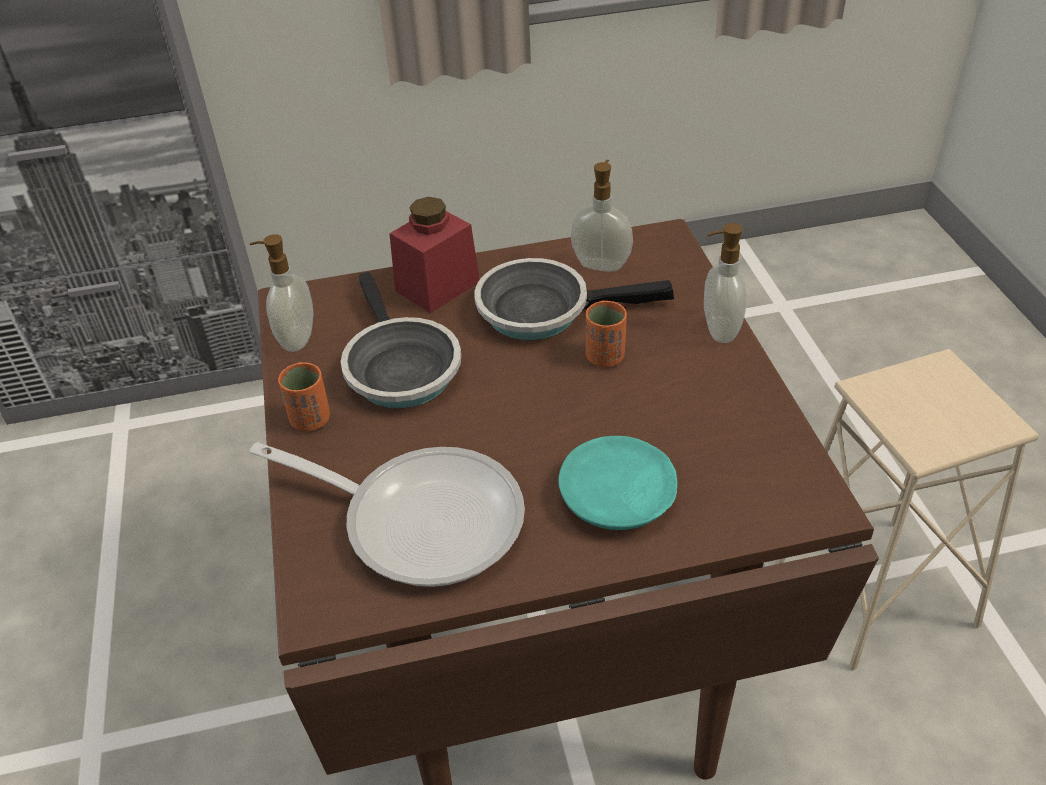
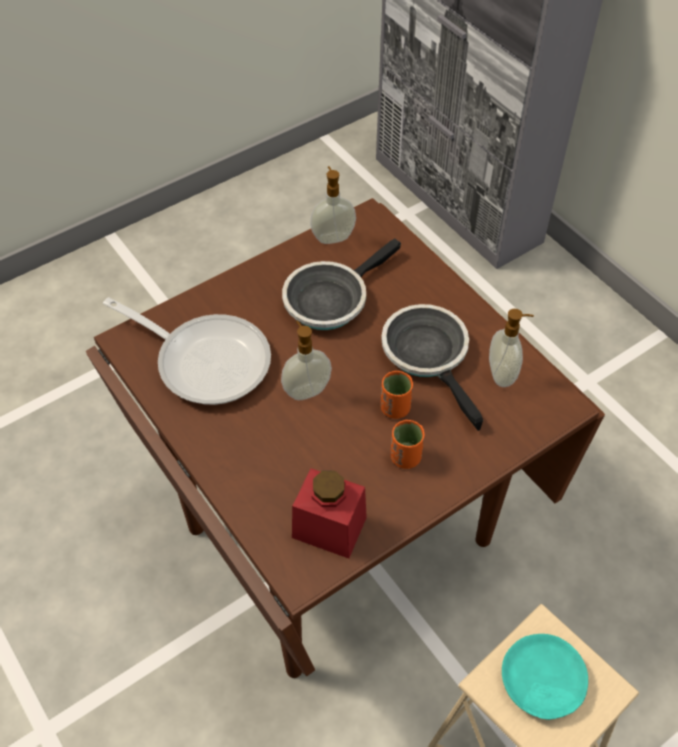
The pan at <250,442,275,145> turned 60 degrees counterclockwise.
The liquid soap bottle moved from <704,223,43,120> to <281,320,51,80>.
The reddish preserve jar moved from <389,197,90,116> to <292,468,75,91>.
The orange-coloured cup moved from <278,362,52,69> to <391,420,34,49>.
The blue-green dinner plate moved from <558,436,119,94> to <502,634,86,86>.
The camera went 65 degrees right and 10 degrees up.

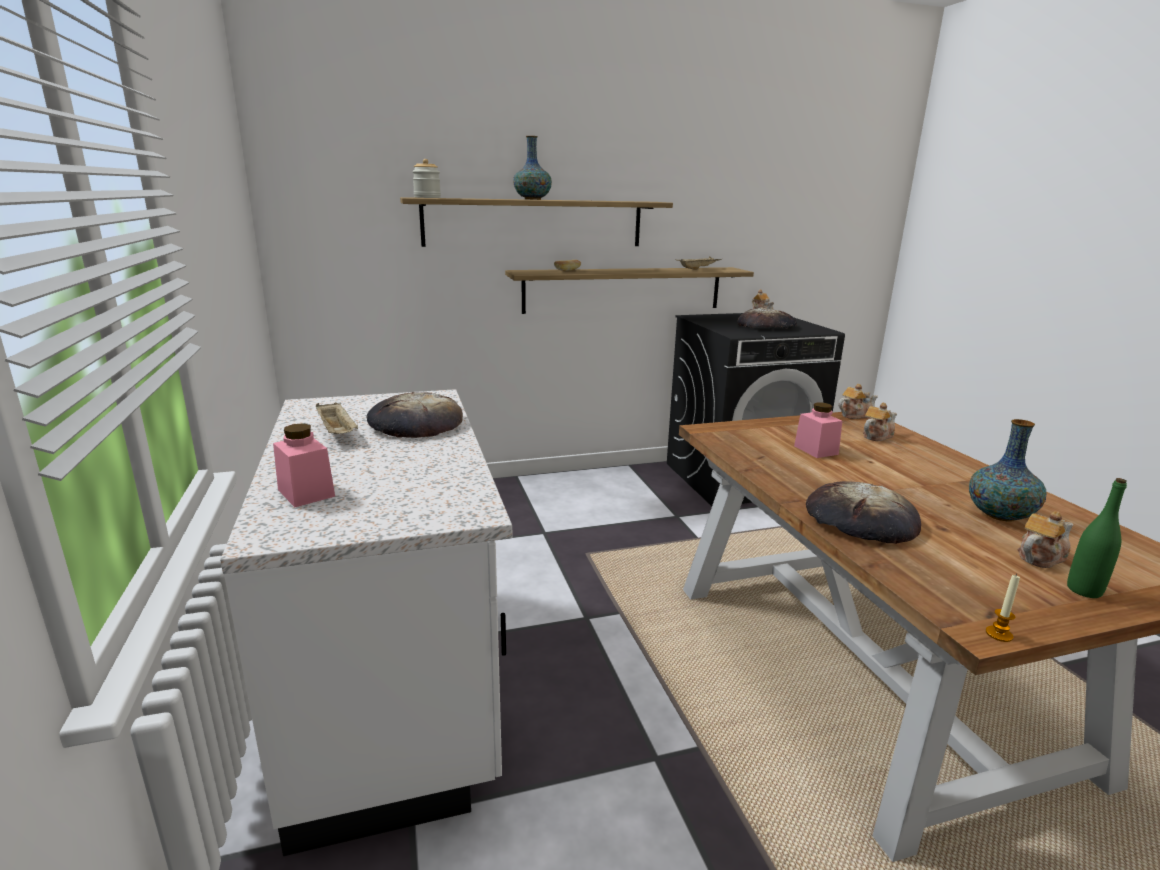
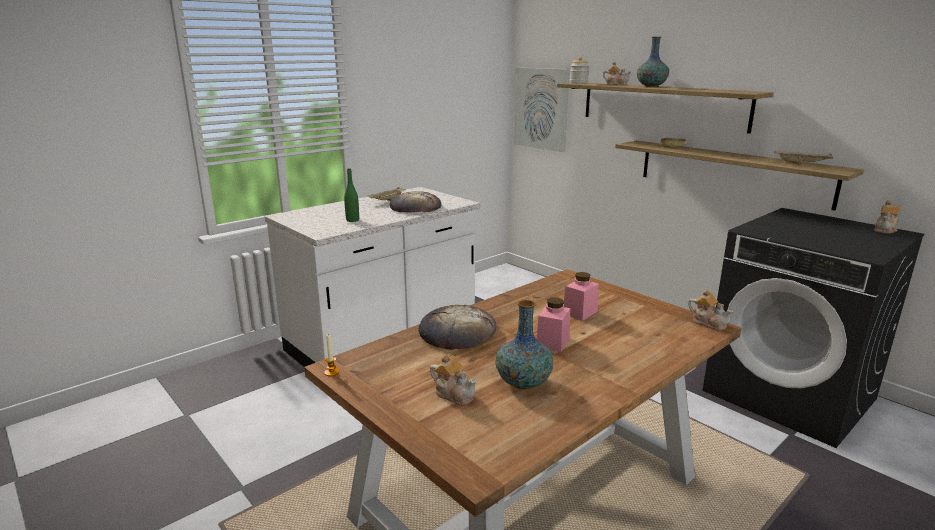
The greenish bottle moved from <1067,478,60,120> to <344,168,15,54>.
The wall picture at <515,68,55,84> appeared.
The pinkish preserve jar moved from <273,423,62,84> to <536,297,34,55>.
The pot for tea moved from <863,403,34,38> to <603,61,28,24>.
The bakery bread at <737,307,60,22> disappeared.
The camera went 65 degrees right and 0 degrees up.

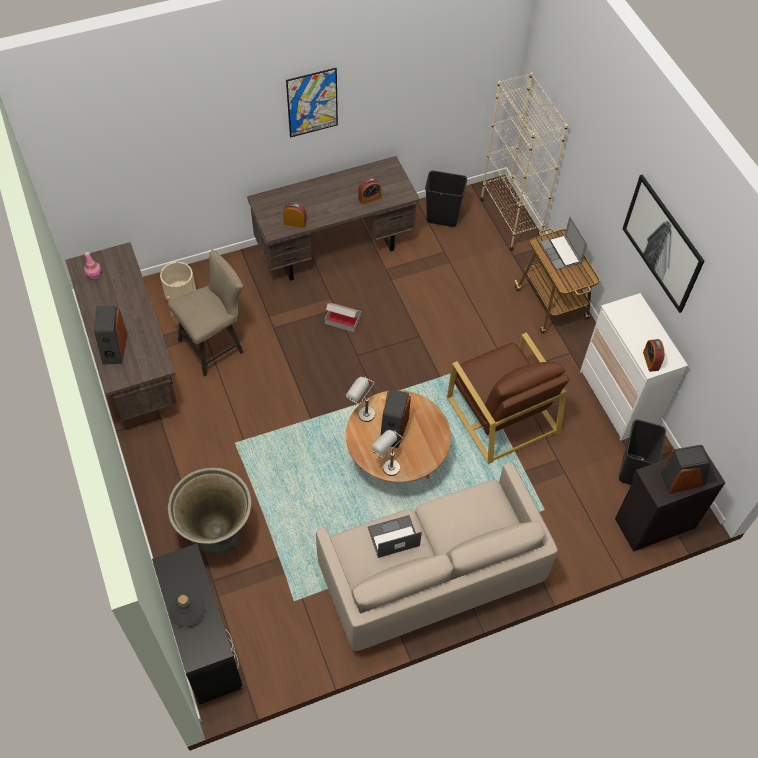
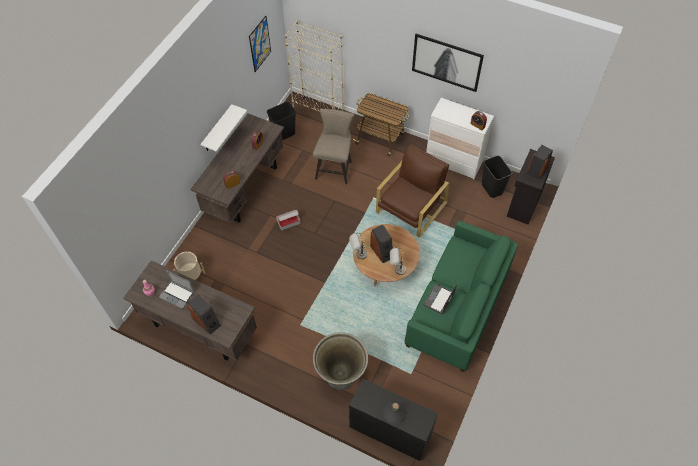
The laptop moved from <540,216,47,54> to <159,270,35,39>.
The white-coloured bracket shelf at <200,104,47,48> appeared.
The wall picture moved from <286,68,52,70> to <249,16,22,56>.
The beige stool seat moved from <168,250,75,127> to <313,109,41,75>.
The brownish easy chair at <447,332,122,132> turned 75 degrees counterclockwise.
The beige settee at <316,463,242,190> became the greenish settee at <405,221,113,151>.
The camera went 40 degrees left and 0 degrees up.

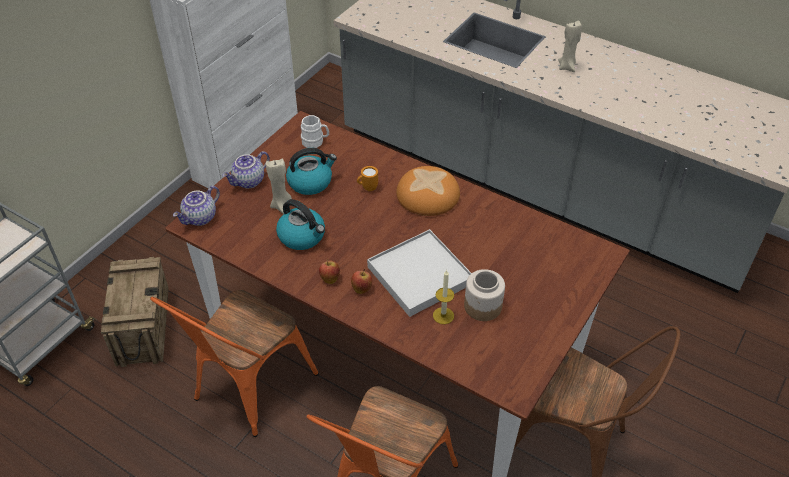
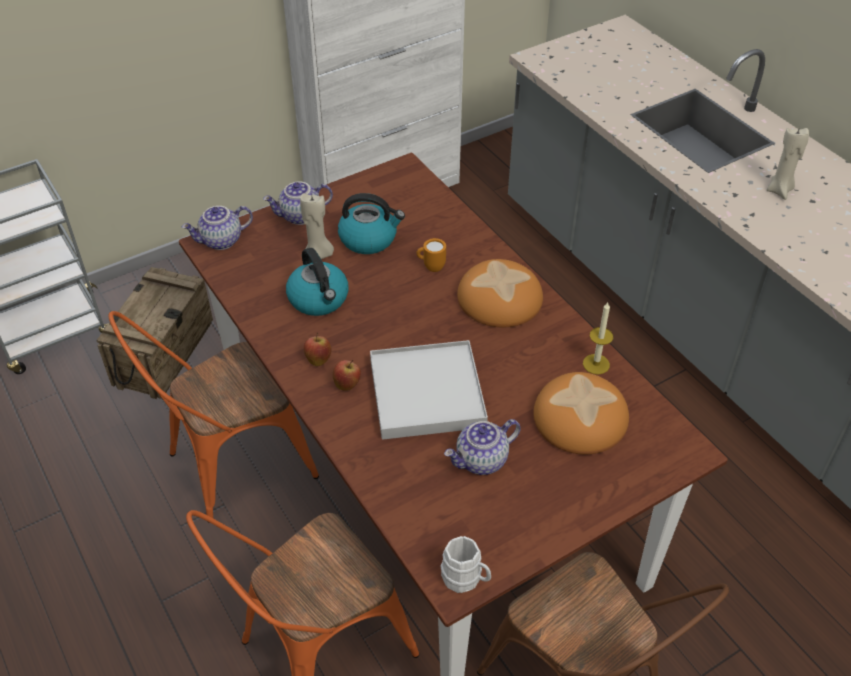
The white-coloured mug moved from <301,115,28,33> to <440,536,51,57>.
The preserve jar at <464,269,41,52> was replaced by the pot for tea at <444,419,77,56>.
The bakery bread at <533,372,96,82> appeared.
The candle moved from <433,270,21,54> to <583,302,30,73>.
The camera went 25 degrees right and 0 degrees up.

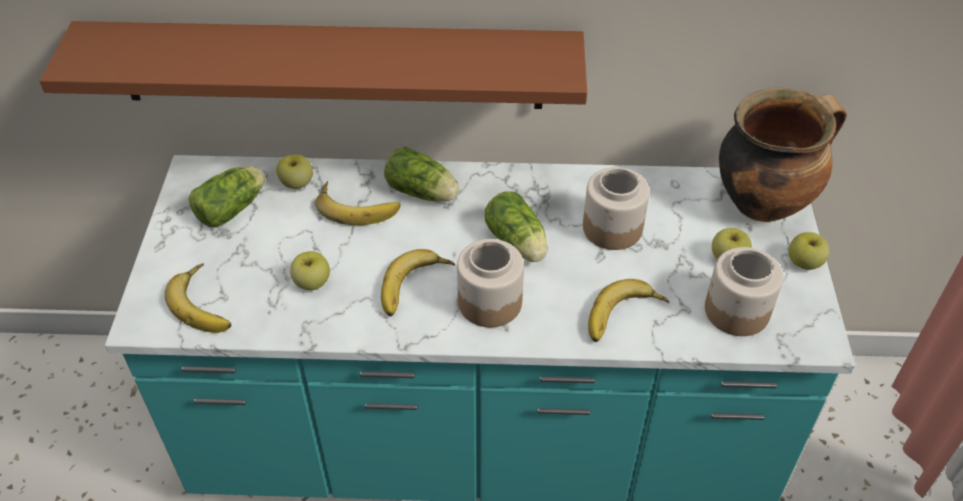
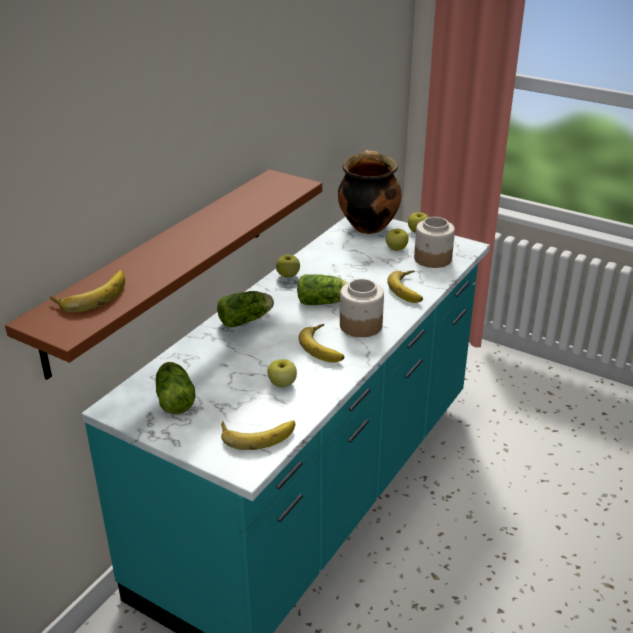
The banana fruit moved from <315,181,85,44> to <50,270,75,42>.
The apple fruit moved from <276,154,37,35> to <276,255,24,23>.
The preserve jar at <583,167,67,83> disappeared.
The camera went 60 degrees left and 15 degrees down.

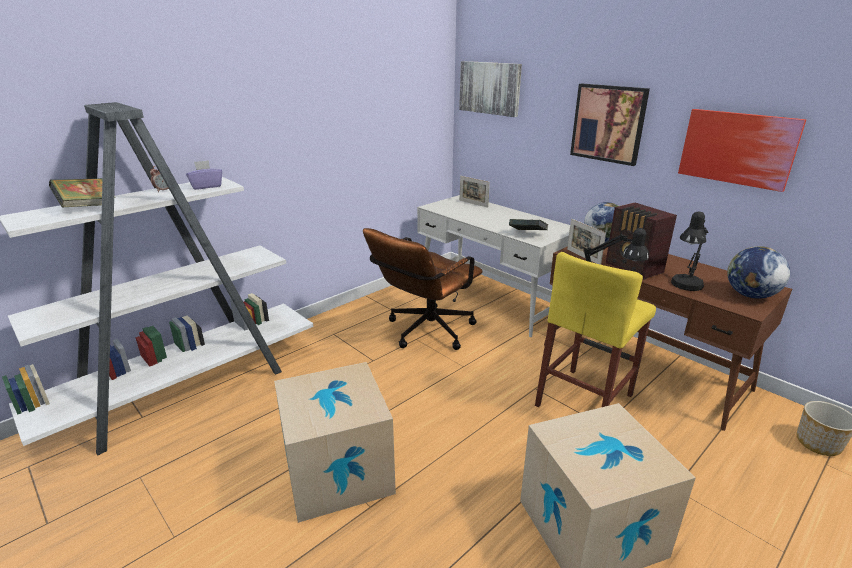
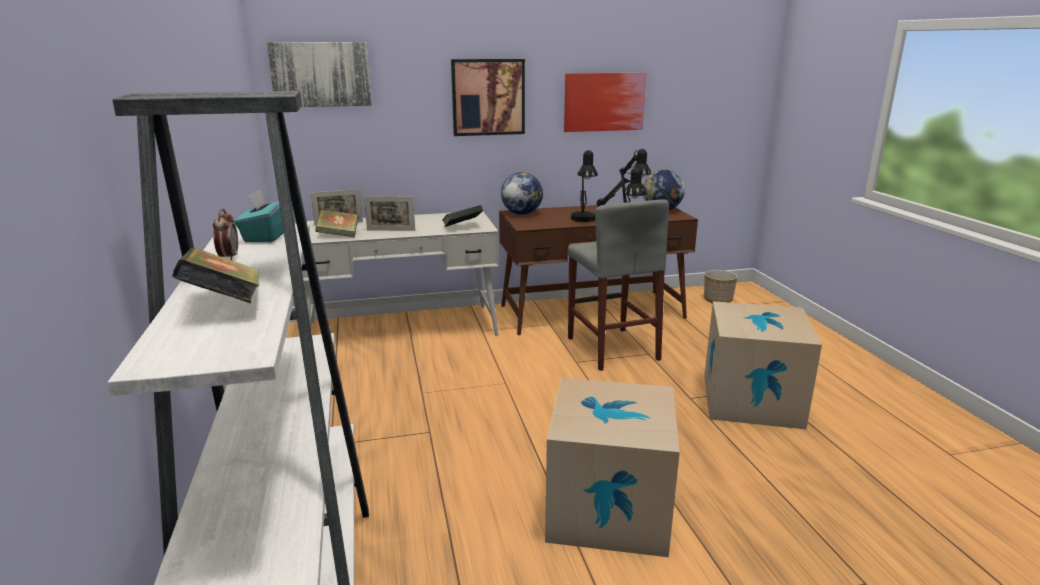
The purple tissue holder at <186,160,36,30> became the blue-green tissue holder at <235,190,49,52>.
The bound book at <315,209,43,28> appeared.
The standing frame moved from <567,219,39,46> to <364,196,51,35>.
The yellow-coloured stool seat at <535,252,121,155> became the greyish stool seat at <568,199,101,172>.
The radio at <606,203,71,77> was replaced by the black-coloured lamp for a table at <571,150,27,72>.
The brownish computer chair at <363,228,120,122> disappeared.
The camera went 60 degrees left and 5 degrees down.

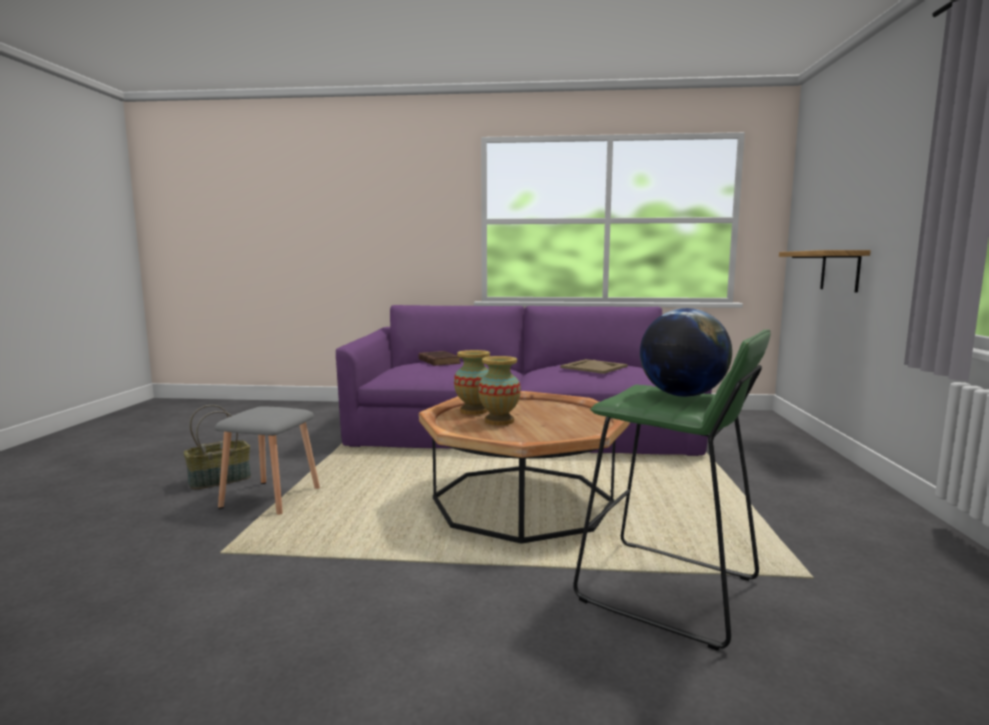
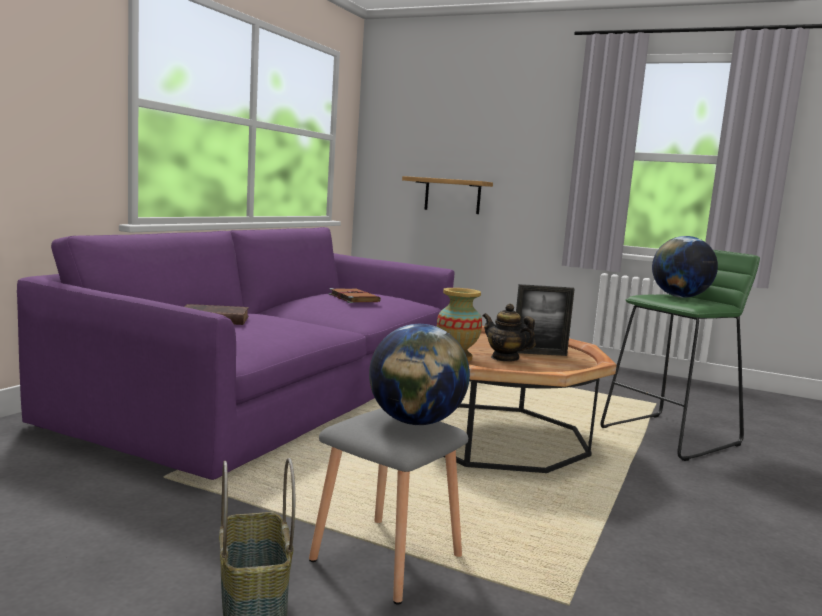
The beige tray at <560,359,68,15> was replaced by the brownish bound book at <329,288,52,15>.
The globe at <369,324,101,101> appeared.
The decorative vase at <478,356,43,69> was replaced by the pot for tea at <483,303,53,59>.
The standing frame at <516,284,59,72> appeared.
The camera went 70 degrees left and 0 degrees up.

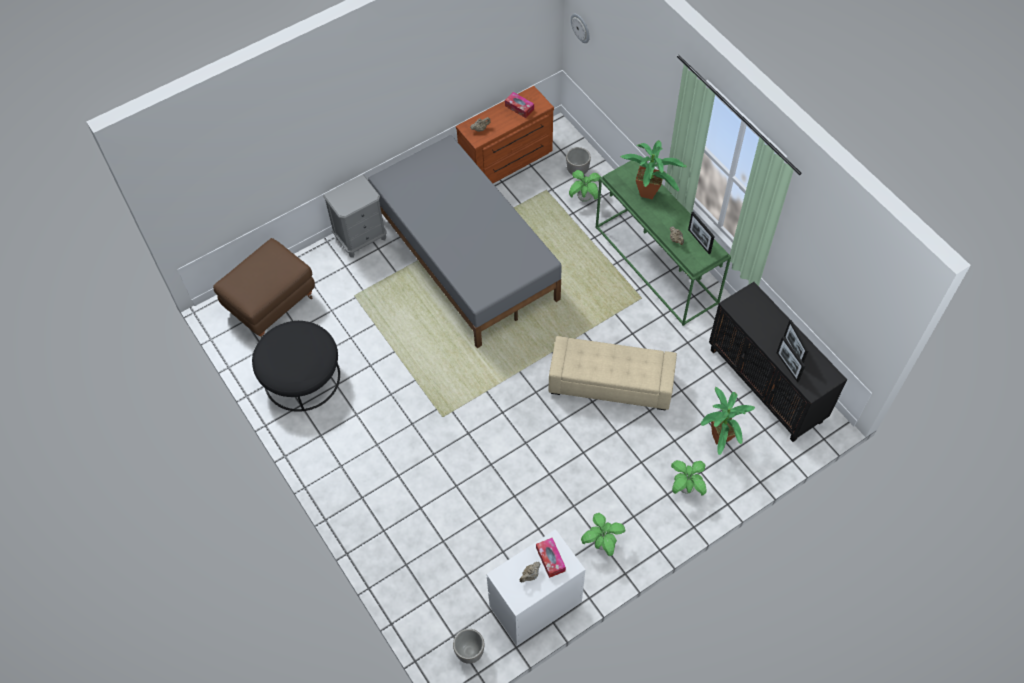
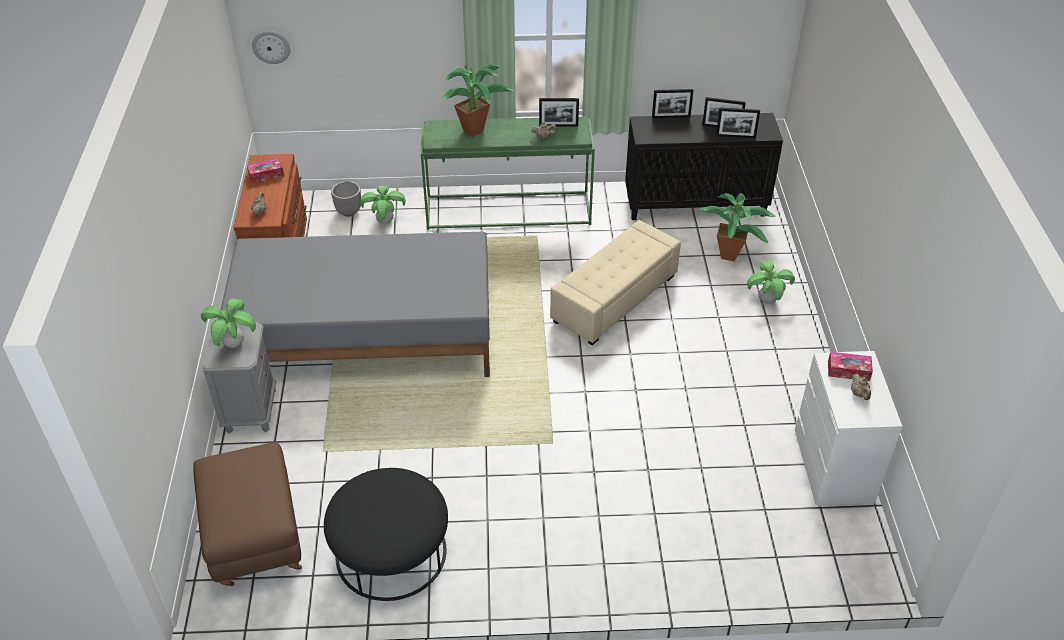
The plant in a pot moved from <581,513,45,43> to <201,298,55,50>.
The standing frame at <652,89,42,29> appeared.
The plant pot at <453,629,31,35> disappeared.
The camera went 60 degrees left and 15 degrees down.

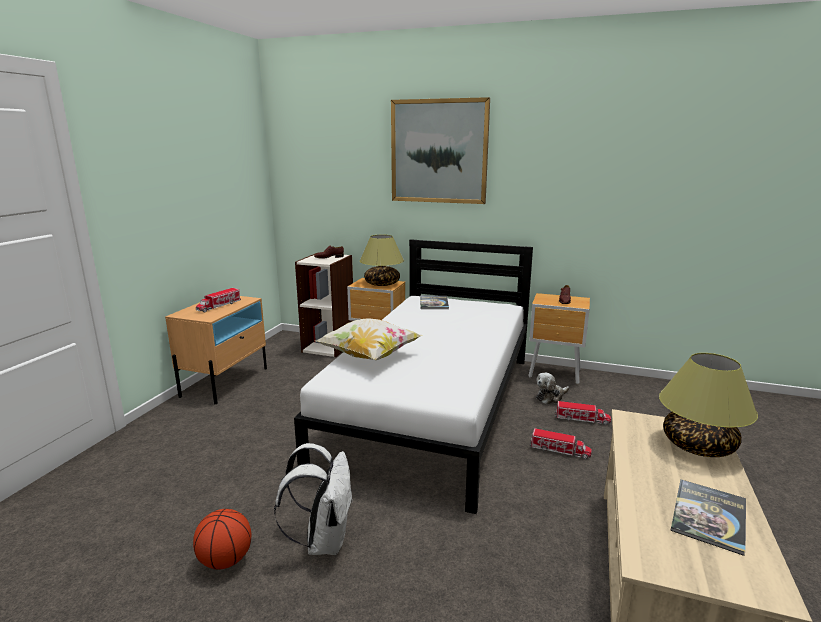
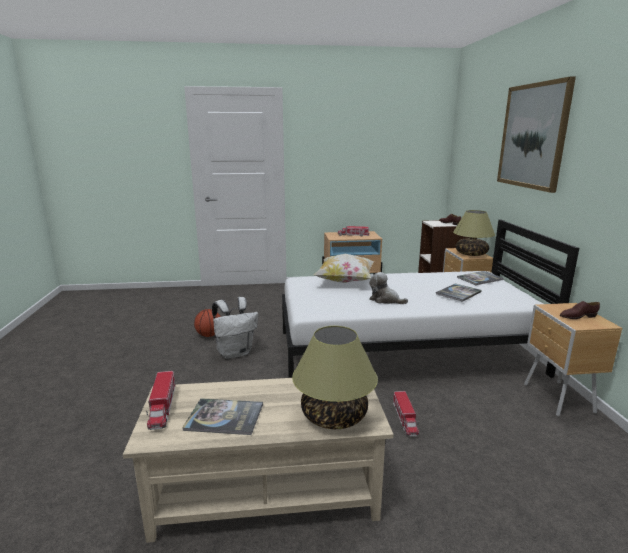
The model truck moved from <555,401,56,24> to <146,371,29,59>.
The soft toy moved from <536,373,33,31> to <369,272,39,32>.
The bound book at <436,284,46,18> appeared.
The camera went 65 degrees right and 0 degrees up.

